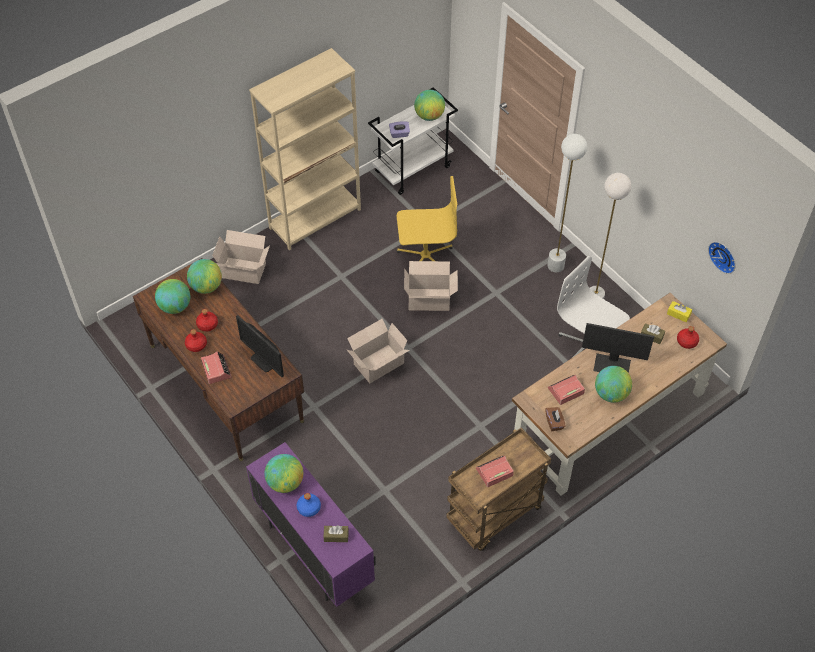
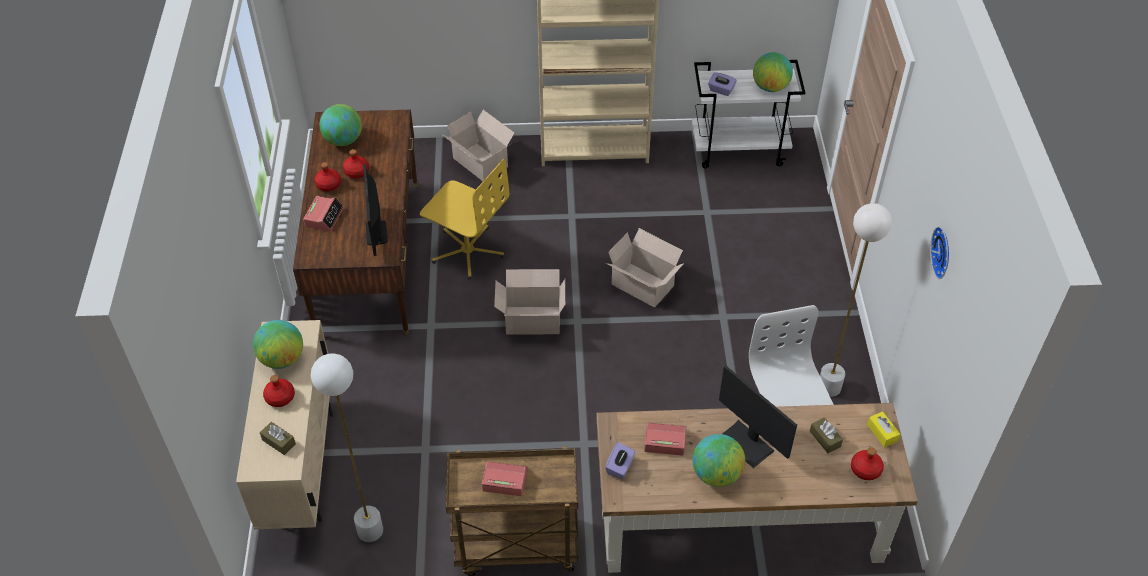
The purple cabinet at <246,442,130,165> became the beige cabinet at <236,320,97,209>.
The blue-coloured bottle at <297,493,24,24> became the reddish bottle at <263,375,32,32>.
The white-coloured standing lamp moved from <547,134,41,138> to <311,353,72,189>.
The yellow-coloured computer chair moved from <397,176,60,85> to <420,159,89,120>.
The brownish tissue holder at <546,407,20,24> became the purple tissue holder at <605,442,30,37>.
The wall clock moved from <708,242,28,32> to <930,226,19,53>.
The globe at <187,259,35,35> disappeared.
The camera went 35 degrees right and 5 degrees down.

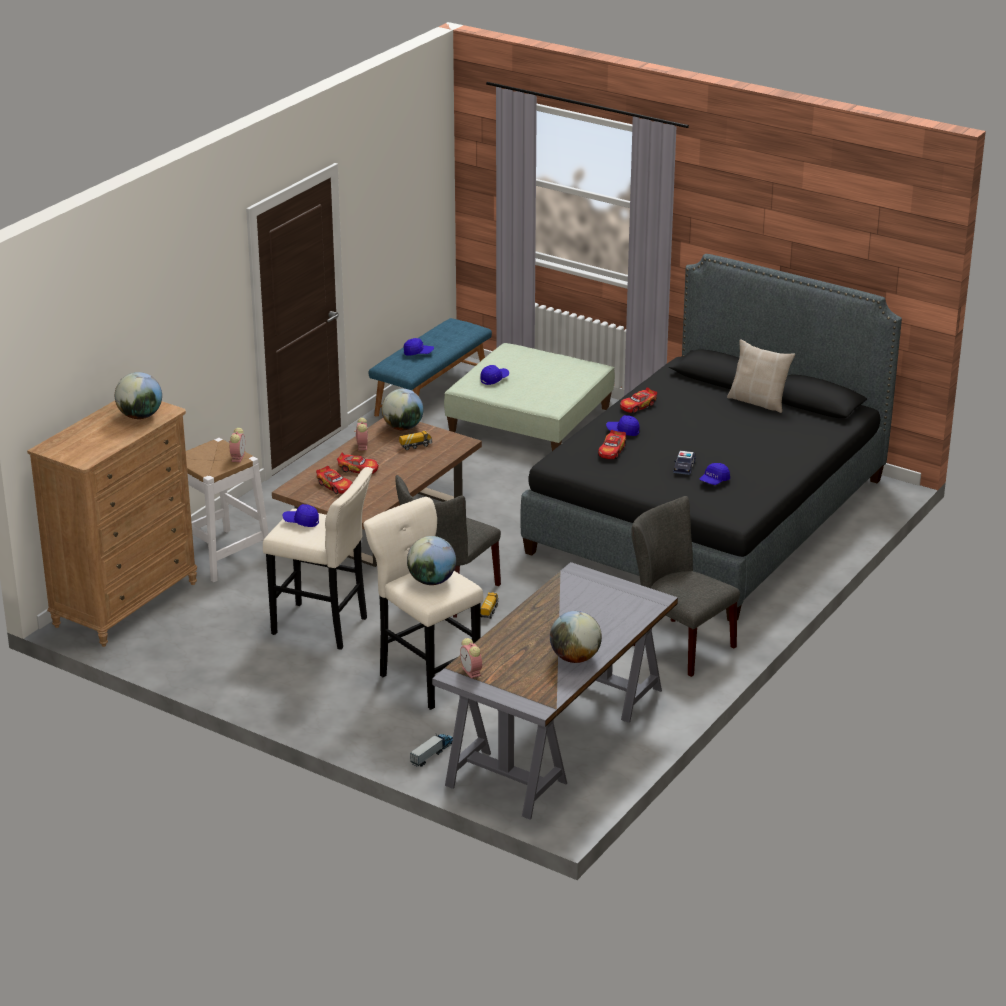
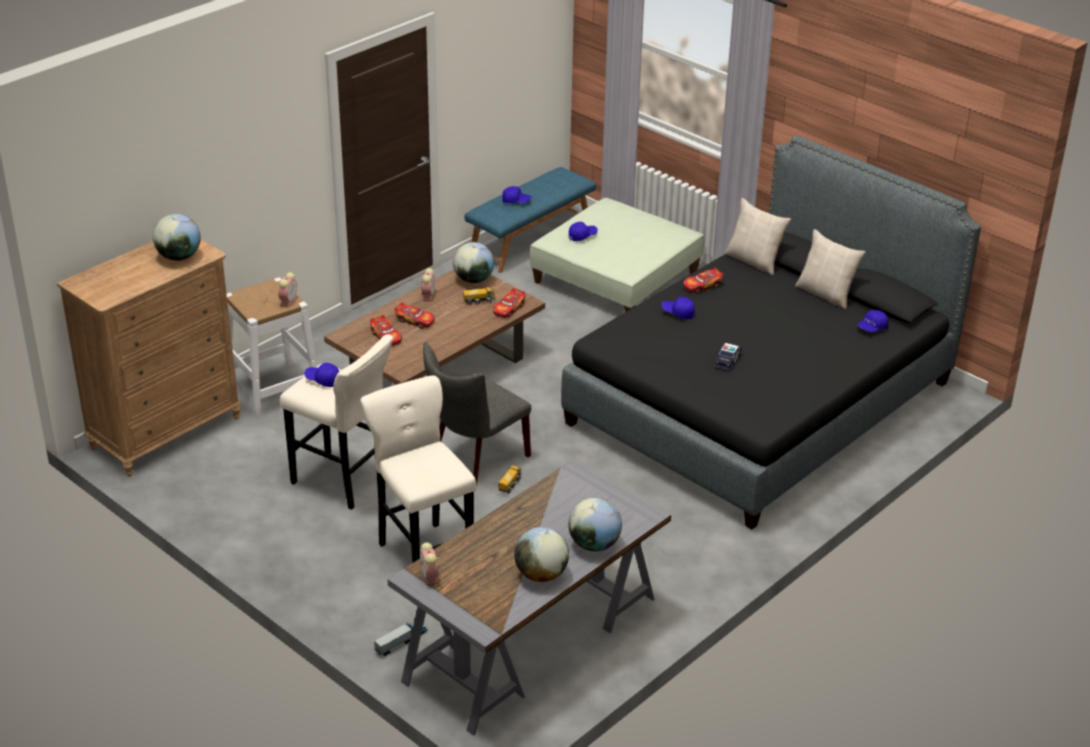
The model car moved from <598,430,28,29> to <493,288,32,30>.
The globe moved from <407,536,49,49> to <568,498,54,53>.
The beige throw pillow at <724,198,67,77> appeared.
The blue-coloured cap moved from <700,463,30,22> to <857,310,31,23>.
The greyish chair at <631,496,109,181> disappeared.
The camera went 10 degrees right and 5 degrees up.

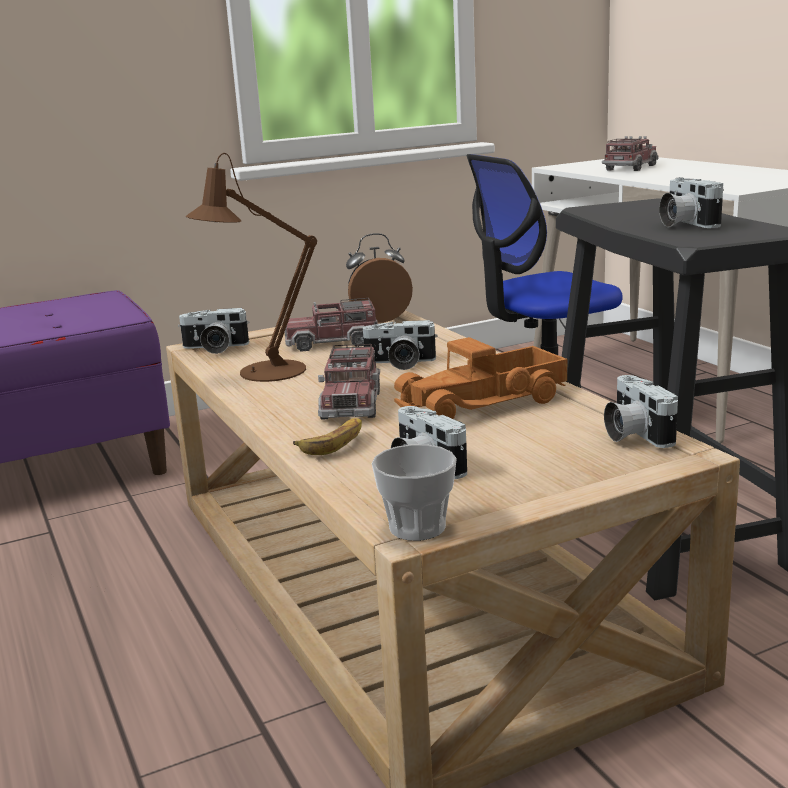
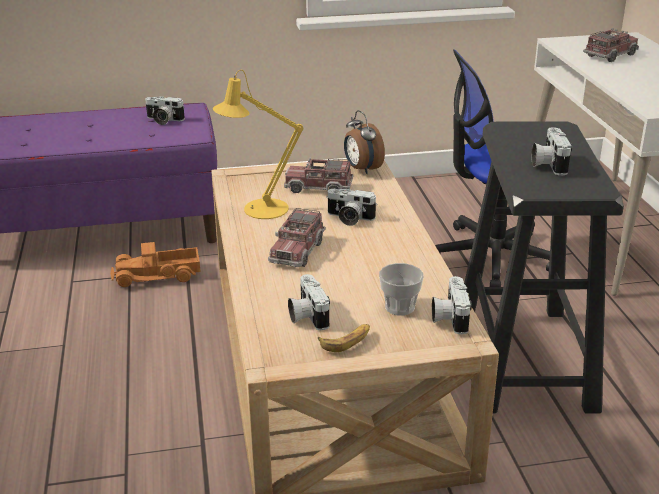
The model truck moved from <394,337,173,82> to <110,242,91,45>.
The photo camera moved from <178,308,71,46> to <145,96,40,29>.
The brownish lamp for a table at <186,153,131,229> became the yellow-coloured lamp for a table at <213,70,91,149>.
The banana fruit moved from <293,418,69,37> to <318,324,52,28>.
The table clock at <346,233,67,90> turned 120 degrees counterclockwise.
The cup moved from <372,444,85,97> to <379,263,45,53>.
The camera went 15 degrees right and 10 degrees up.

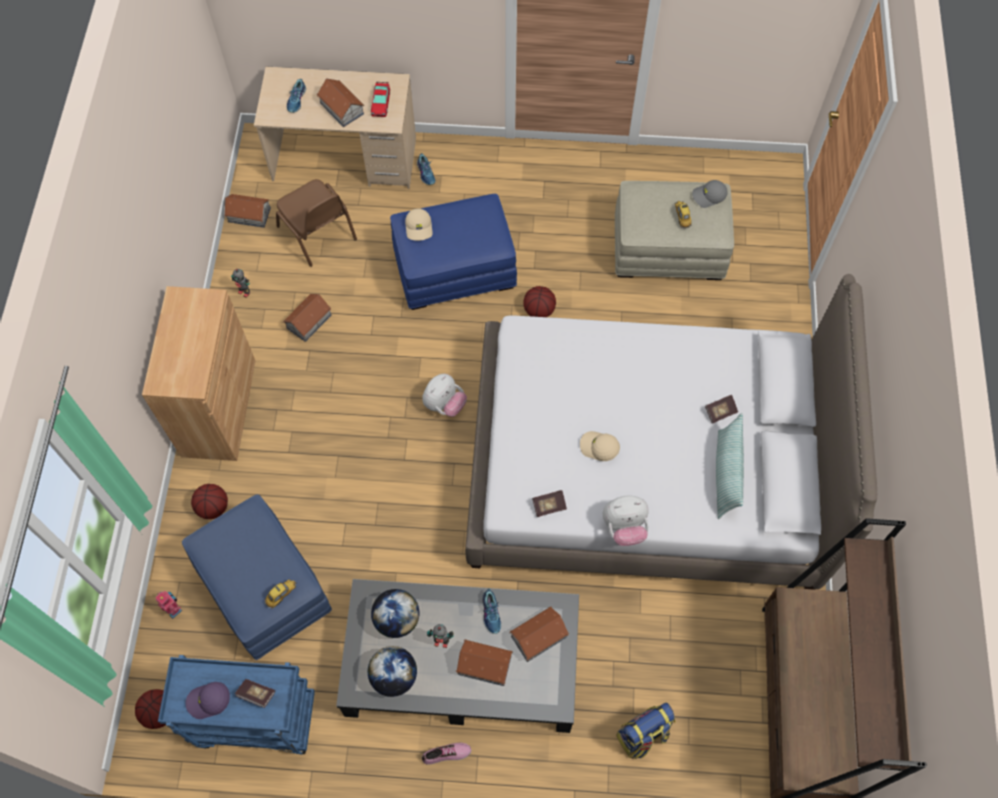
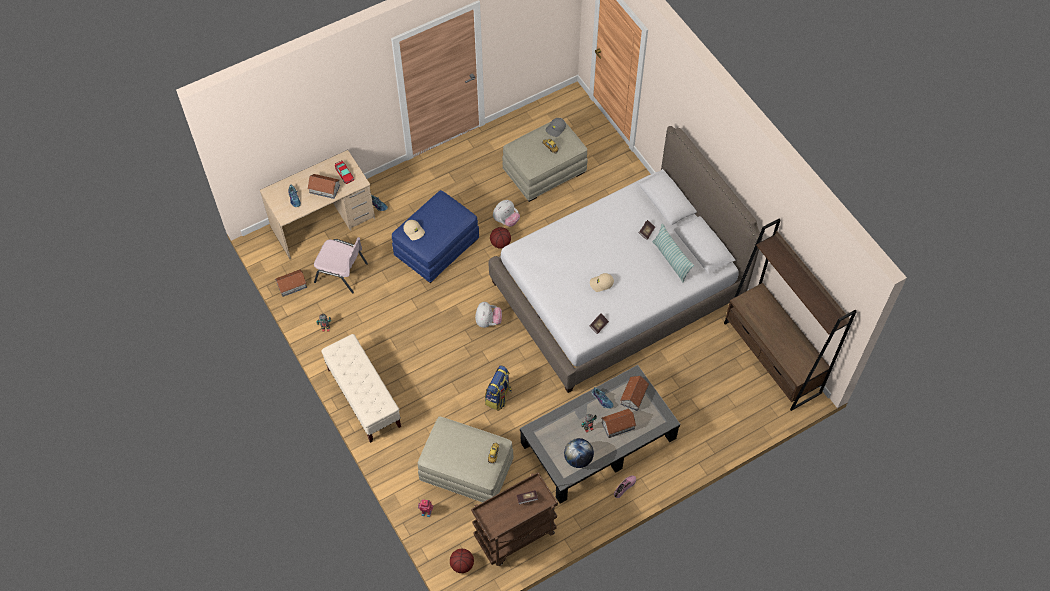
The brownish chair at <276,179,81,88> became the pinkish chair at <314,237,54,56>.
The brownish cabinet at <142,286,113,175> was replaced by the beige bench at <321,334,80,109>.
The blue-coloured pouffe at <182,494,150,166> became the beige pouffe at <418,417,96,86>.
The blue-coloured trolley at <158,655,157,100> became the brownish trolley at <471,472,87,94>.
The knapsack moved from <616,703,60,56> to <485,365,27,46>.
The soft toy moved from <603,496,46,50> to <493,200,27,27>.
The purple cap at <185,682,45,37> disappeared.
The ball for basketball at <191,484,37,35> disappeared.
The miniature house at <283,294,49,48> disappeared.
The globe at <371,589,48,49> disappeared.
The camera went 35 degrees left and 5 degrees down.

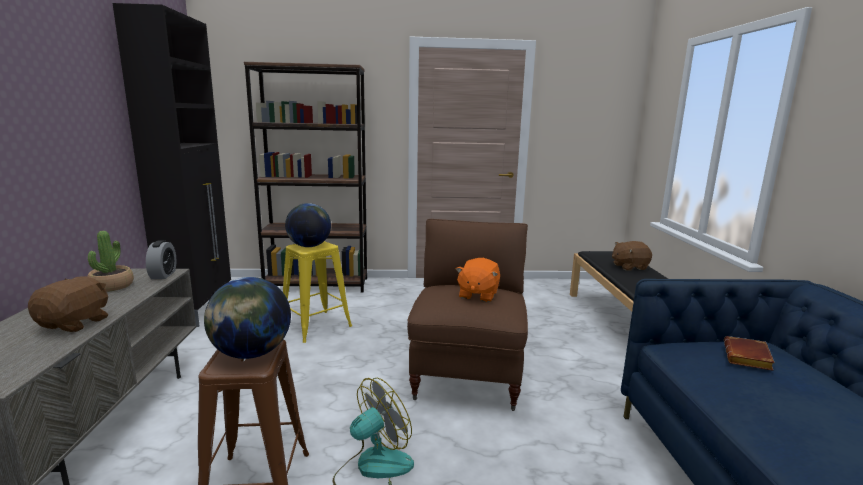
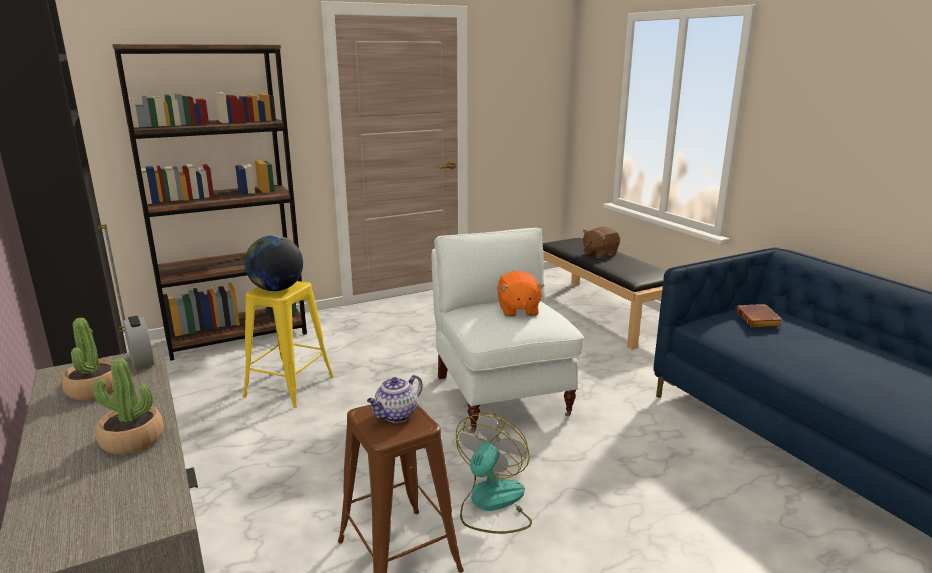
The brownish soft toy at <28,276,80,56> was replaced by the plant in a pot at <94,358,70,96>.
The globe at <204,277,87,82> was replaced by the pot for tea at <367,375,56,47>.
The brownish easy chair at <407,219,121,192> became the white-coloured easy chair at <431,228,153,205>.
The camera went 25 degrees left and 5 degrees up.

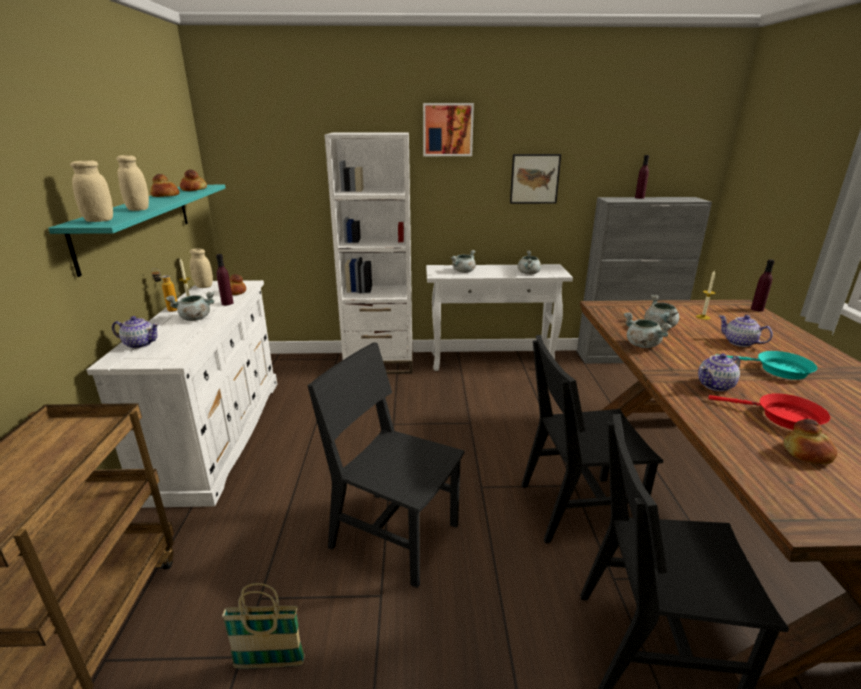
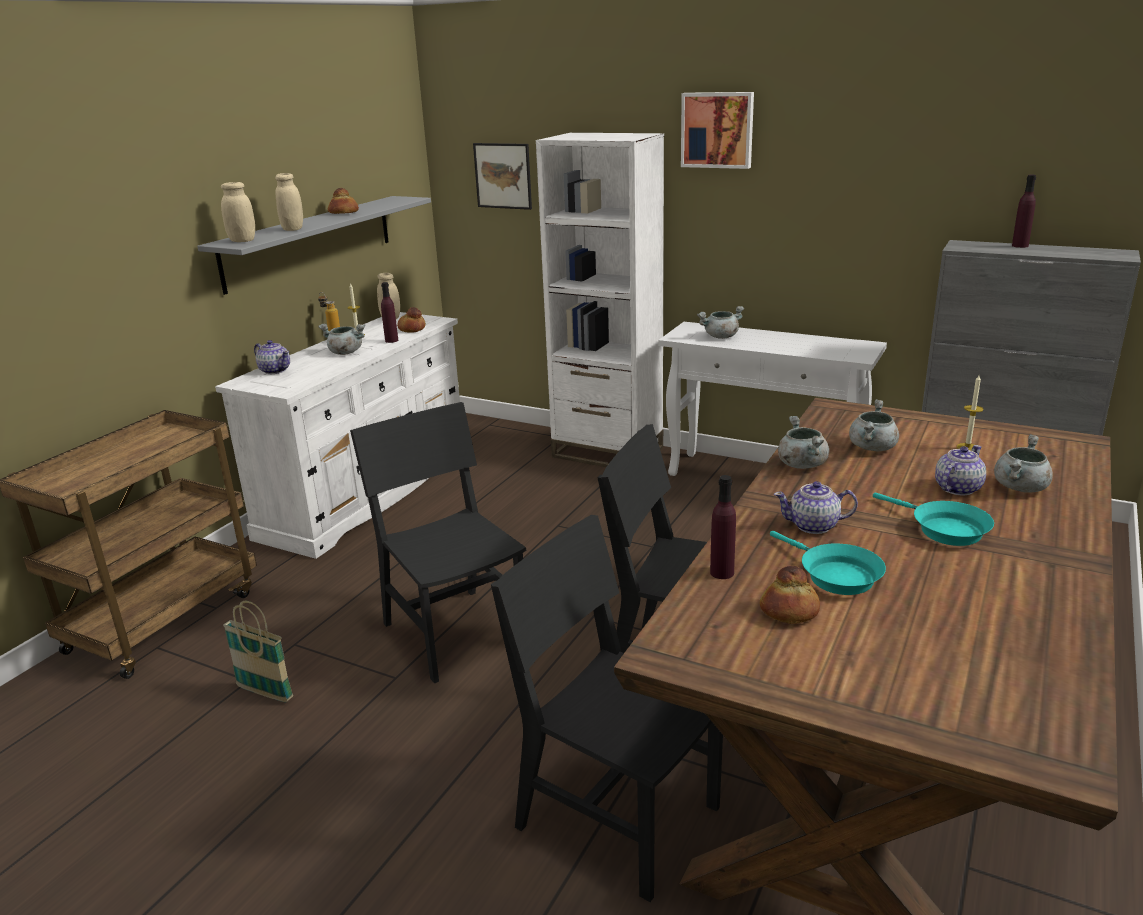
The blue-green bracket shelf at <48,185,177,92> became the greyish bracket shelf at <197,196,234,99>.
The wall picture moved from <510,154,51,50> to <473,143,59,67>.
The purple bottle moved from <751,259,24,53> to <710,475,26,104>.
The reddish pan at <708,393,122,37> became the blue-green pan at <770,531,116,64>.
The pot for tea at <719,315,54,32> turned 60 degrees clockwise.
The greyish cooking pot moved from <518,251,23,23> to <994,434,59,59>.
The bakery bread at <180,169,27,22> disappeared.
The camera went 30 degrees right and 0 degrees up.

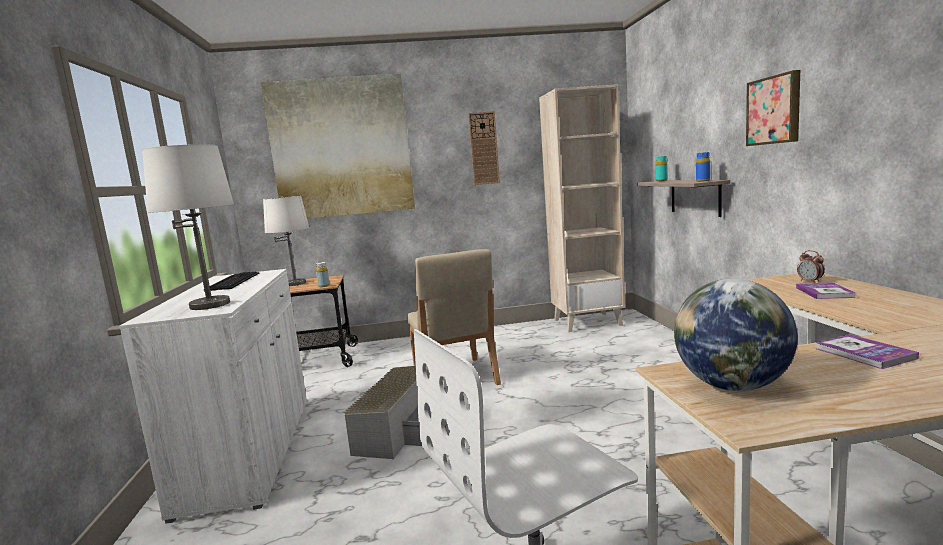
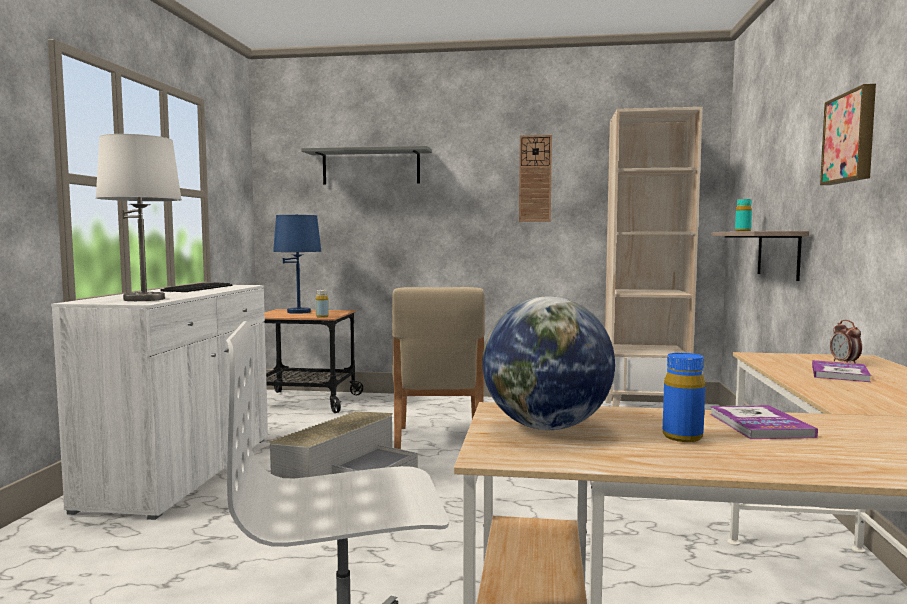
The white-coloured lamp for a table at <263,196,46,90> became the blue-coloured lamp for a table at <273,214,49,100>.
The wall picture at <261,73,154,146> was replaced by the greyish bracket shelf at <301,146,131,39>.
The blue-coloured bottle moved from <696,152,14,30> to <663,353,42,89>.
The camera went 15 degrees right and 5 degrees down.

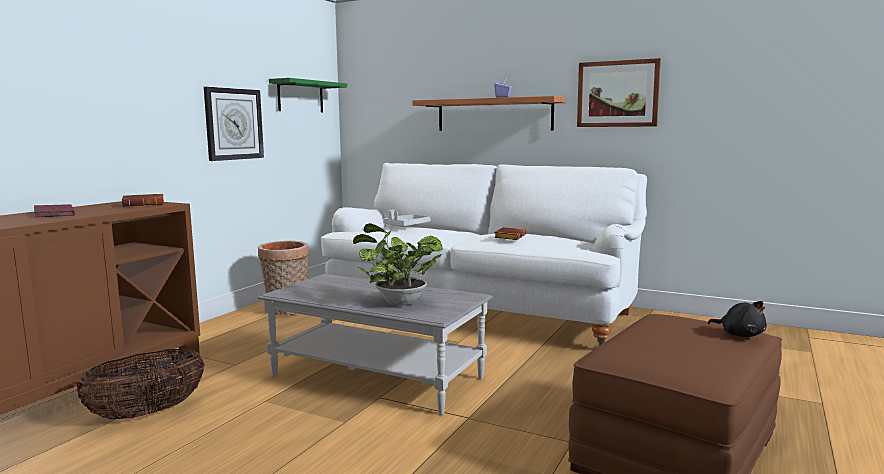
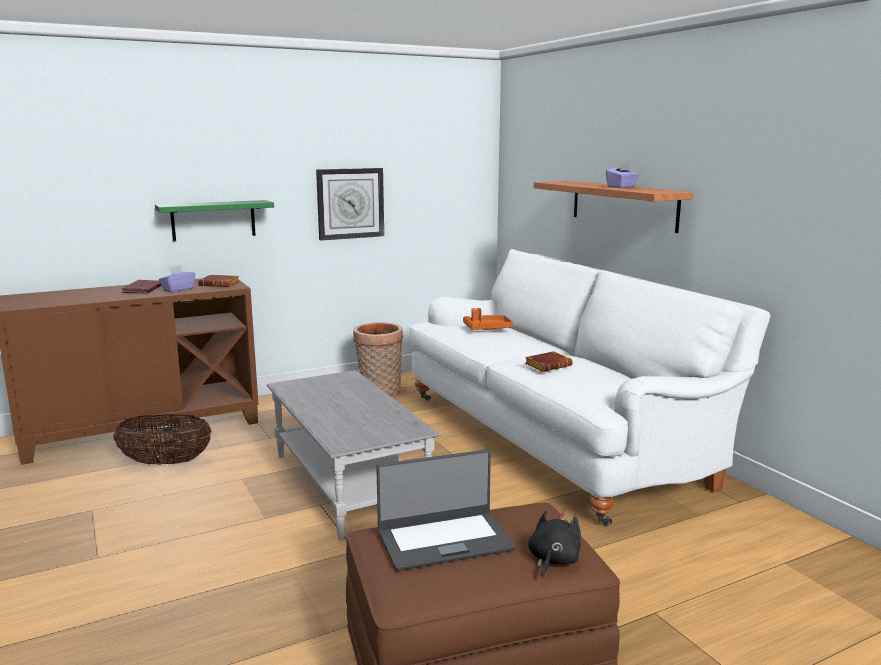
The greenish bracket shelf moved from <269,78,78,34> to <155,200,119,41>.
The purple tissue holder at <159,265,36,27> appeared.
The laptop at <376,449,139,122> appeared.
The greyish tray at <383,210,47,17> became the orange-coloured tray at <463,308,50,22>.
The black-coloured soft toy at <708,301,59,36> turned 150 degrees counterclockwise.
The plant in a pot at <353,223,90,83> disappeared.
The wall picture at <577,58,84,69> disappeared.
The camera went 35 degrees right and 5 degrees up.

